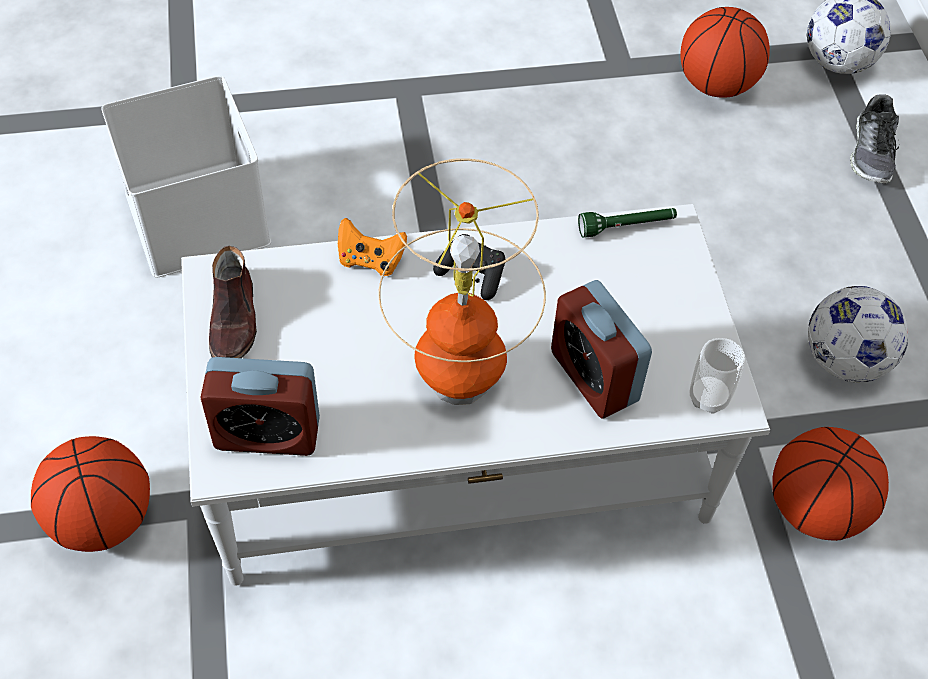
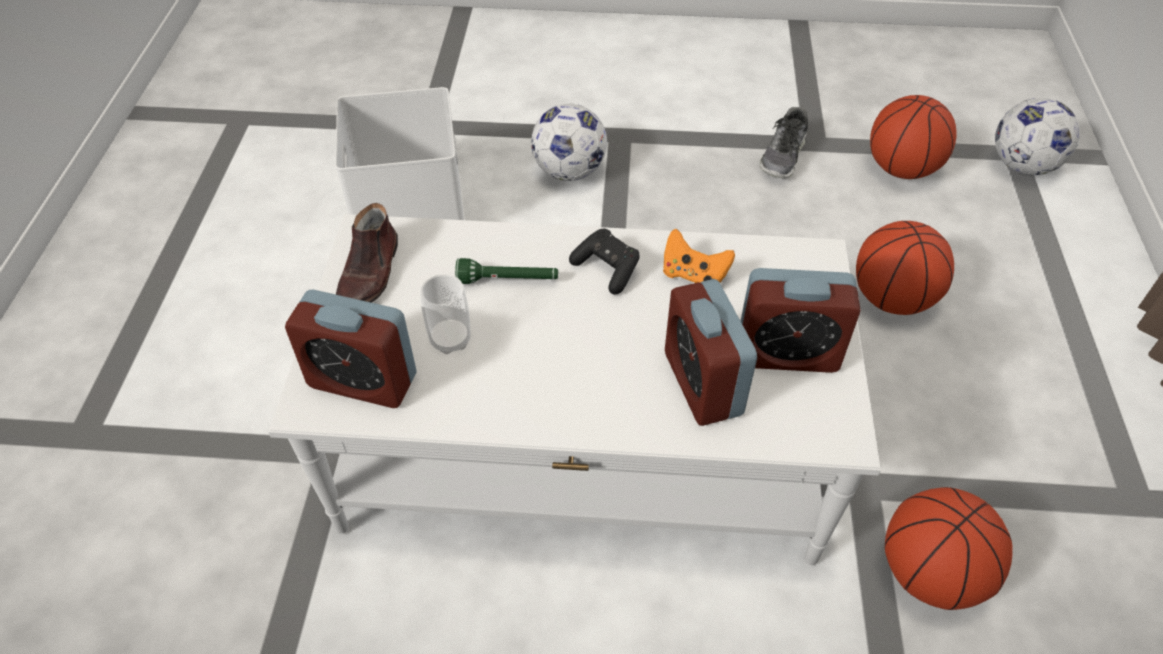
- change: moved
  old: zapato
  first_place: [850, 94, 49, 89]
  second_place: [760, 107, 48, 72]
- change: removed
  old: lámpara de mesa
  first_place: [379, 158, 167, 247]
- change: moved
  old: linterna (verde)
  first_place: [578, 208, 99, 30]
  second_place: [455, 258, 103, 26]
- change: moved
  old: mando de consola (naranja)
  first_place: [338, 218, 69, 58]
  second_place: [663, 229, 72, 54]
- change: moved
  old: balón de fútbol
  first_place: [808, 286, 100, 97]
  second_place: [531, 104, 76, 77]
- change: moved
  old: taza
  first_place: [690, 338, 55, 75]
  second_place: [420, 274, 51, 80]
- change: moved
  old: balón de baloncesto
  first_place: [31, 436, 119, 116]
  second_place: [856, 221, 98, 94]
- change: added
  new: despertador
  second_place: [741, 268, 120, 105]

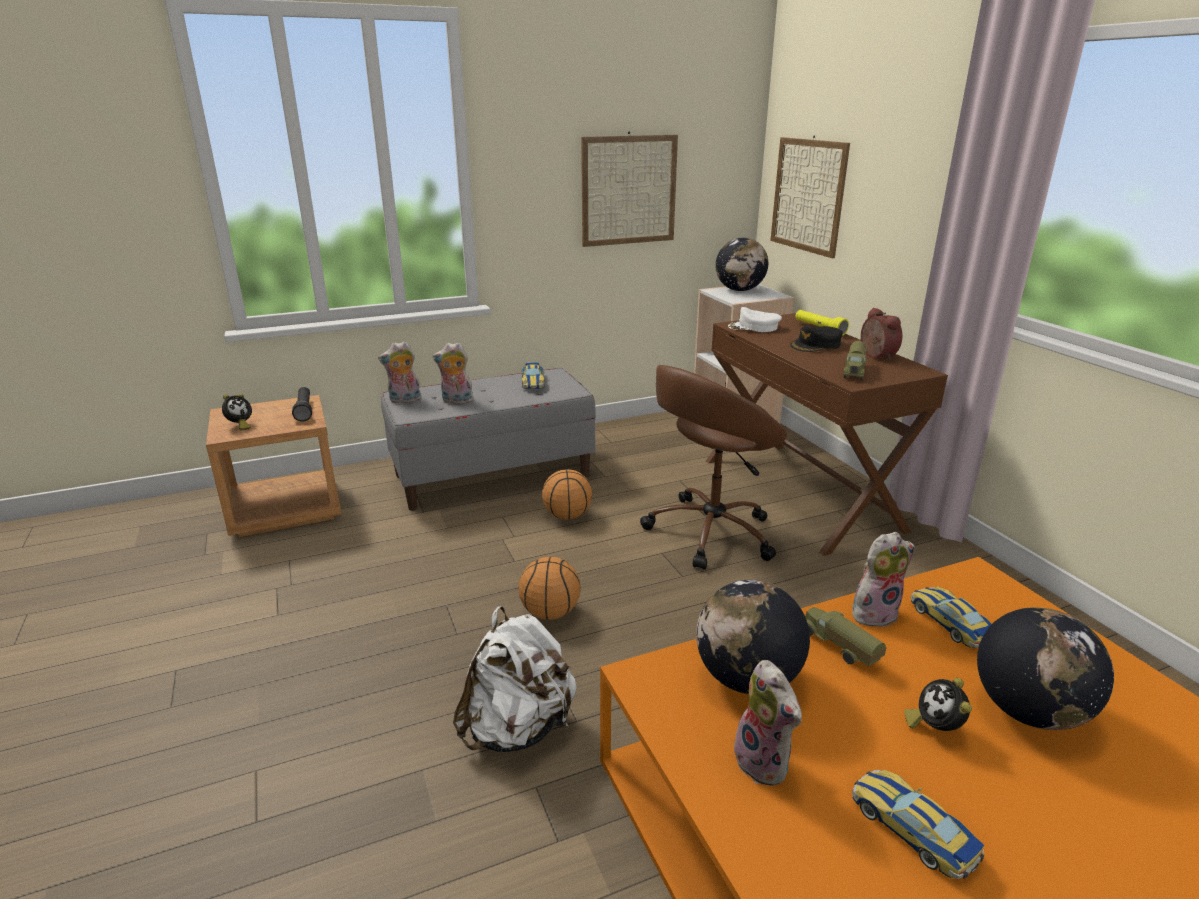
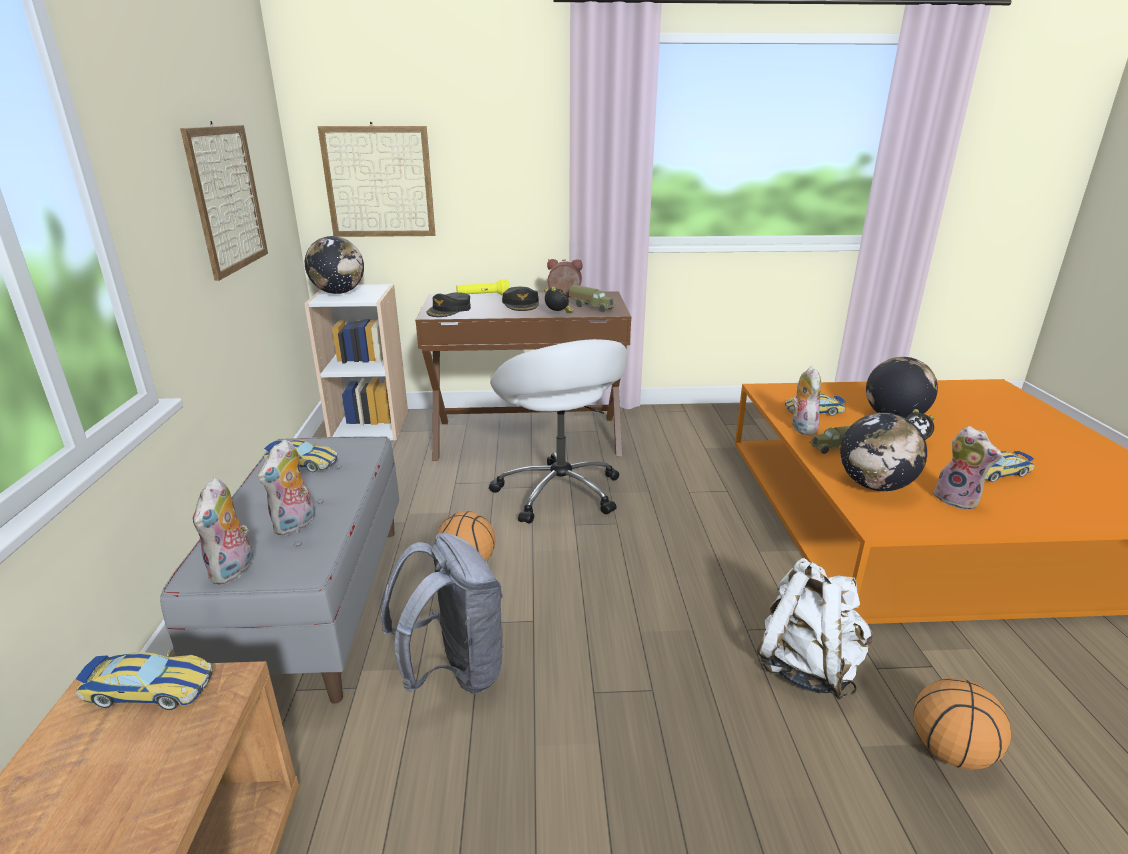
- change: recoloured
  old: gorra (blanco)
  new: gorra (negro)
  first_place: [728, 307, 54, 25]
  second_place: [426, 292, 45, 25]
- change: recoloured
  old: silla de oficina (marrón)
  new: silla de oficina (blanco)
  first_place: [640, 365, 147, 205]
  second_place: [489, 339, 138, 184]
- change: replaced
  old: linterna (negro)
  new: coche de juguete
  first_place: [292, 387, 20, 34]
  second_place: [76, 650, 136, 60]
- change: moved
  old: despertador
  first_place: [222, 394, 30, 36]
  second_place: [544, 286, 30, 27]
- change: moved
  old: balón de baloncesto
  first_place: [519, 557, 62, 63]
  second_place: [913, 678, 98, 92]
- change: turned
  old: peluche
  first_place: [734, 660, 68, 126]
  second_place: [934, 426, 68, 84]
  degrees: 60
- change: added
  new: mochila (gris)
  second_place: [381, 532, 123, 162]

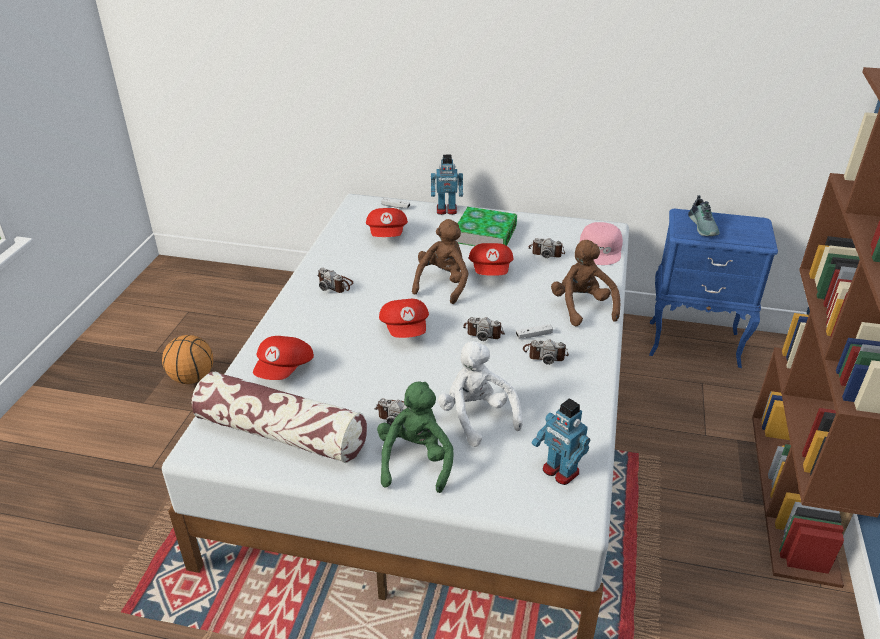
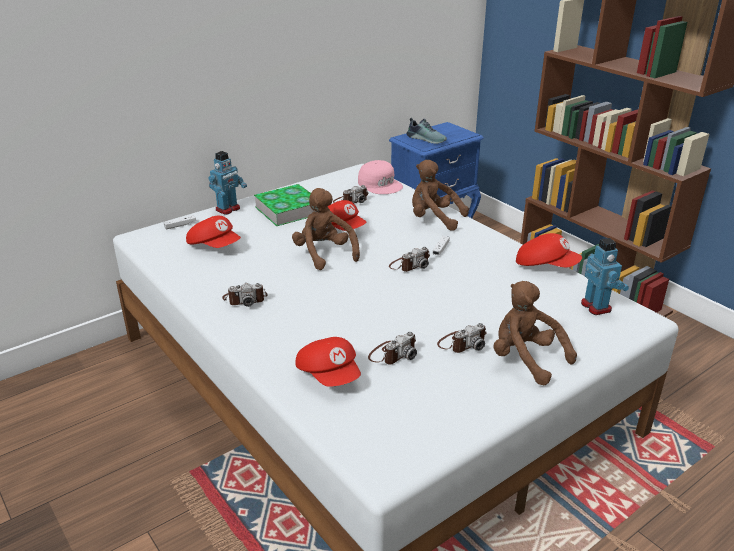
- change: moved
  old: gorra (rojo)
  first_place: [379, 299, 50, 39]
  second_place: [516, 233, 66, 34]
- change: removed
  old: balón de baloncesto
  first_place: [162, 335, 51, 49]
- change: moved
  old: cámara
  first_place: [523, 339, 46, 26]
  second_place: [368, 331, 49, 34]
- change: removed
  old: peluche (blanco)
  first_place: [438, 341, 85, 106]
- change: removed
  old: cojín
  first_place: [192, 372, 175, 91]
- change: recoloured
  old: peluche (verde)
  new: peluche (marrón)
  first_place: [377, 382, 77, 111]
  second_place: [493, 281, 84, 104]
- change: turned
  old: robot de juguete
  first_place: [532, 398, 58, 87]
  second_place: [581, 238, 48, 77]
  degrees: -105

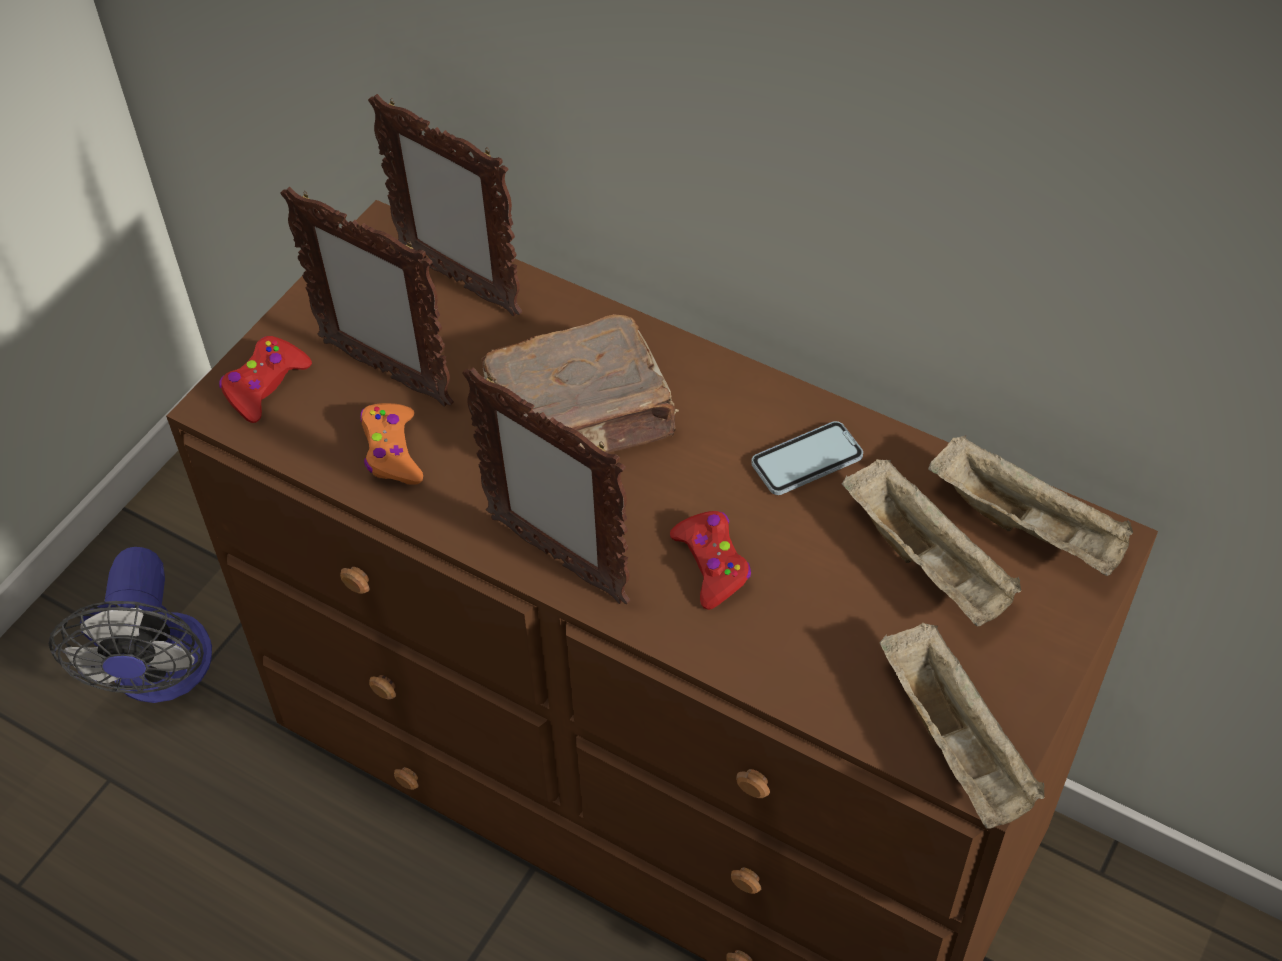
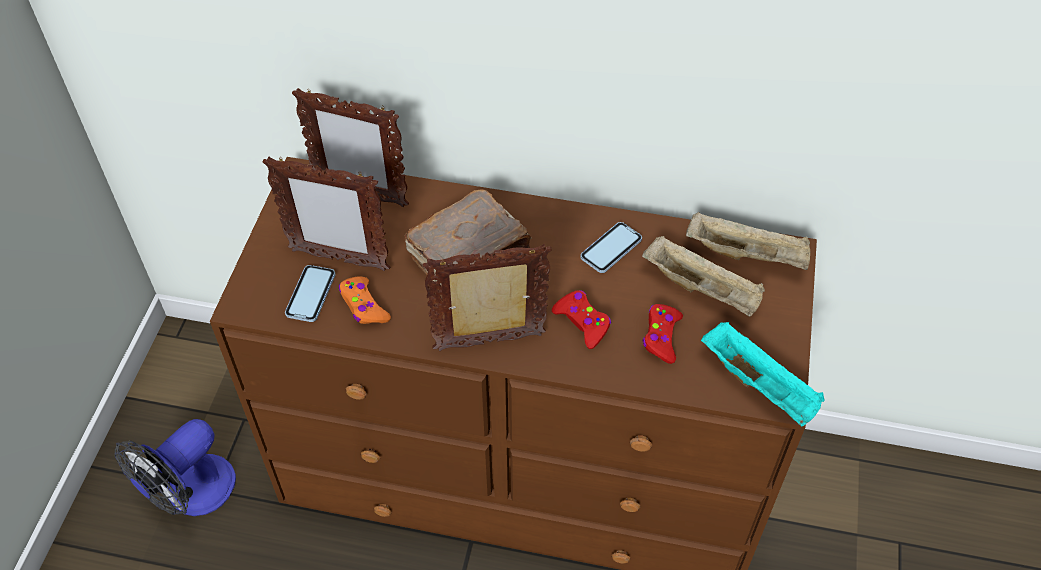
- change: moved
  old: mando de consola (rojo)
  first_place: [219, 336, 93, 87]
  second_place: [643, 304, 40, 60]
- change: turned
  old: portarretratos
  first_place: [462, 368, 168, 236]
  second_place: [423, 244, 129, 107]
  degrees: 150
- change: turned
  old: ventilador
  first_place: [49, 547, 163, 156]
  second_place: [114, 419, 122, 97]
  degrees: 60
- change: recoloured
  old: bandeja (beis)
  new: bandeja (turquesa)
  first_place: [880, 623, 165, 206]
  second_place: [701, 322, 124, 104]
- change: added
  new: móvil
  second_place: [285, 265, 51, 57]

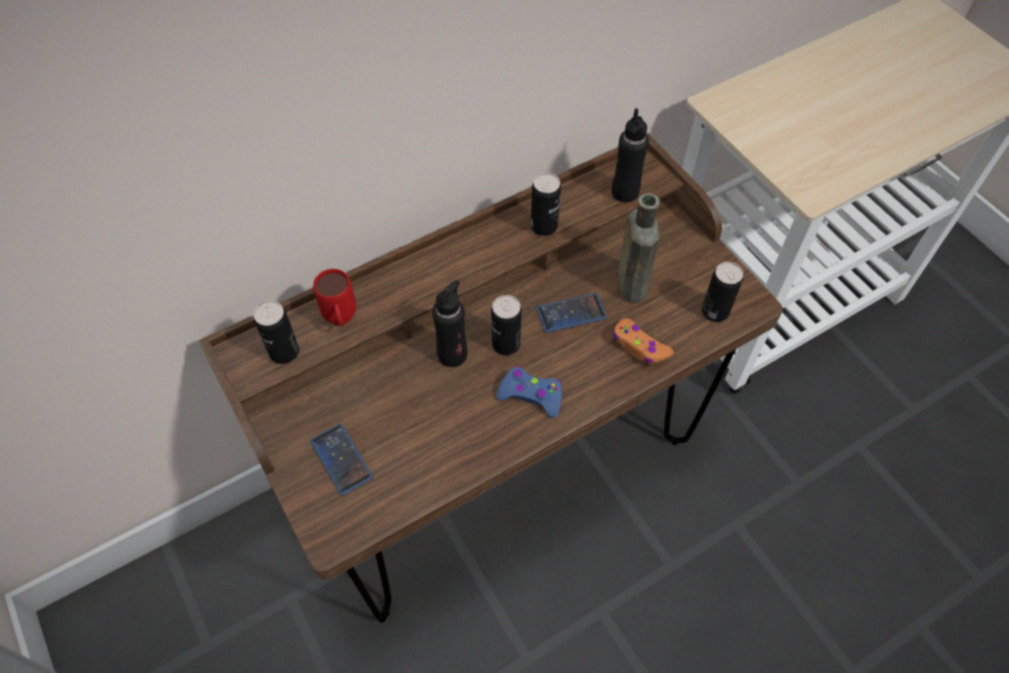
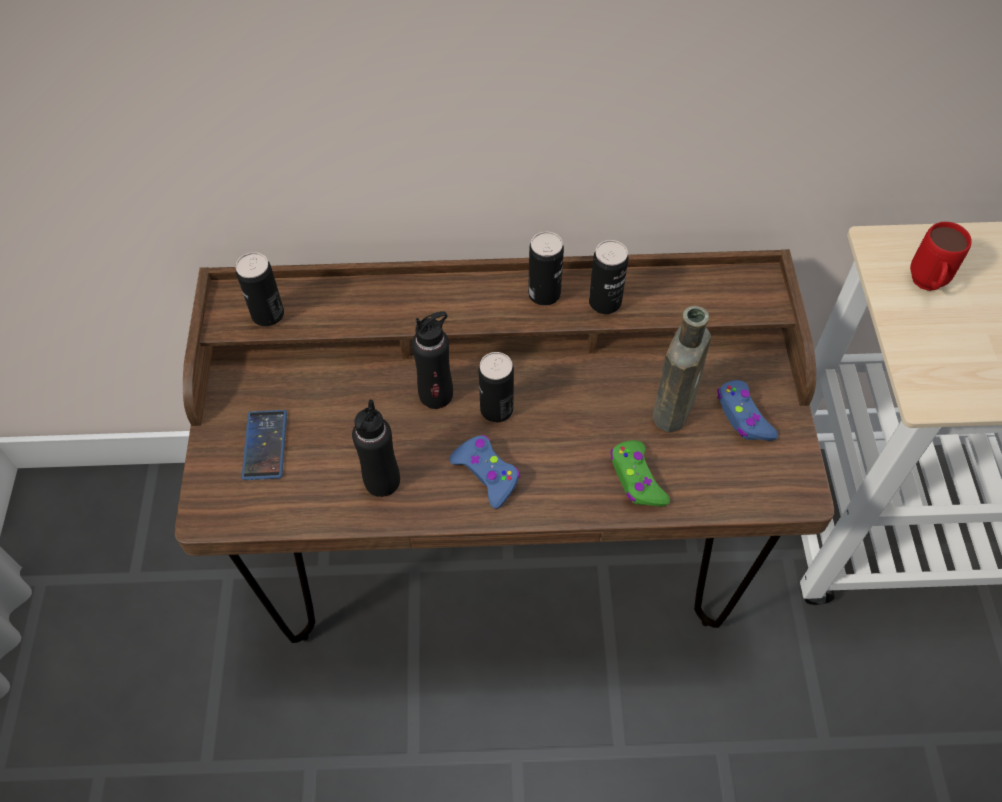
- change: moved
  old: botella (negro)
  first_place: [612, 108, 37, 95]
  second_place: [352, 399, 48, 98]
- change: moved
  old: lata
  first_place: [702, 262, 41, 60]
  second_place: [528, 231, 36, 75]
- change: moved
  old: taza grande (rojo)
  first_place: [313, 269, 43, 58]
  second_place: [910, 222, 62, 69]
- change: removed
  old: móvil
  first_place: [536, 293, 71, 40]
- change: recoloured
  old: mando de consola (naranja)
  new: mando de consola (verde)
  first_place: [613, 318, 61, 46]
  second_place: [610, 440, 60, 67]
- change: added
  new: mando de consola (azul)
  second_place: [717, 380, 61, 61]

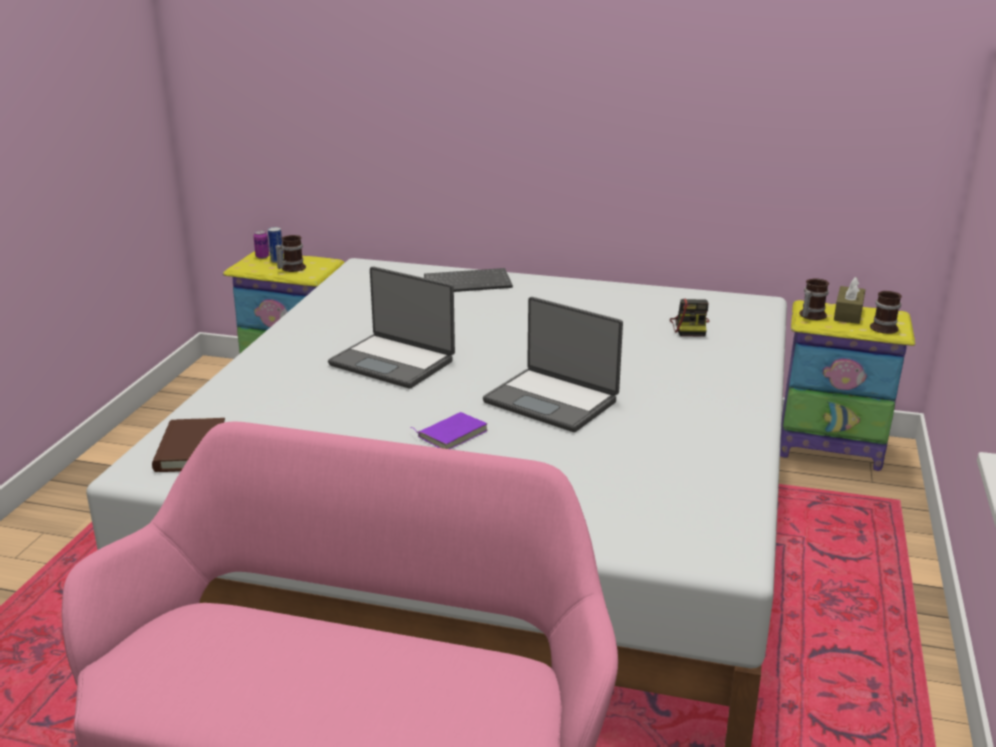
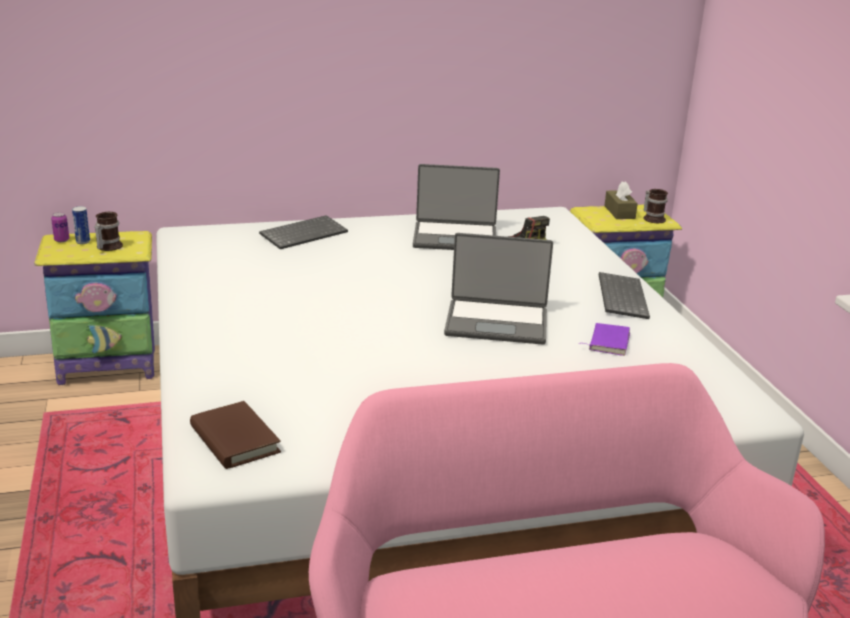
- change: moved
  old: portátil
  first_place: [328, 266, 127, 122]
  second_place: [413, 164, 87, 86]
- change: removed
  old: taza grande
  first_place: [799, 279, 30, 41]
- change: moved
  old: libro (morado)
  first_place: [410, 412, 78, 37]
  second_place: [578, 323, 52, 33]
- change: added
  new: teclado
  second_place: [599, 272, 51, 47]

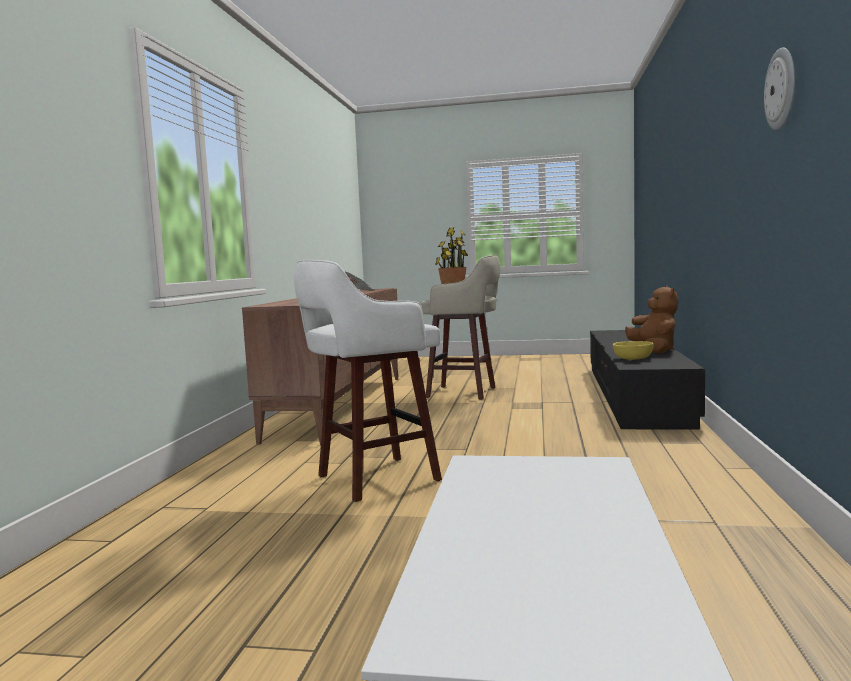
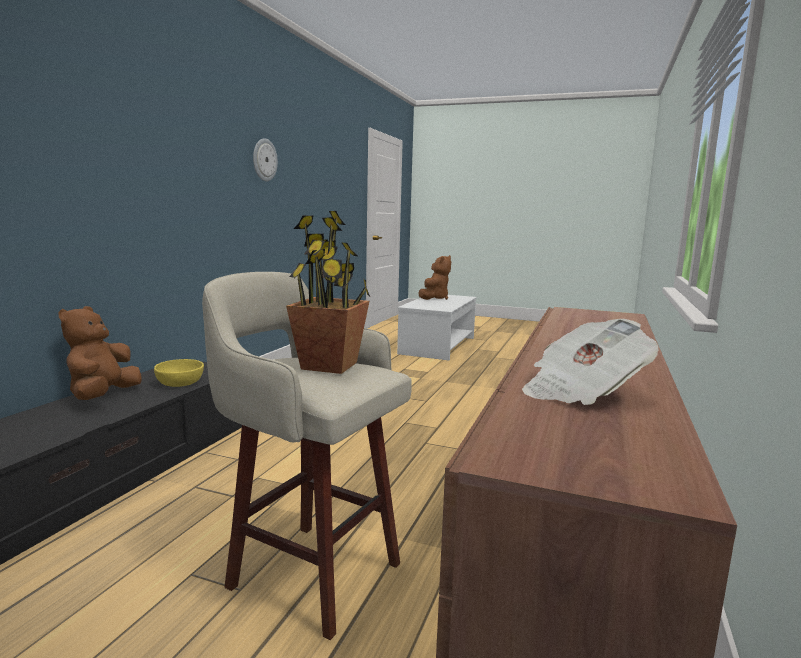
- change: removed
  old: taburete (blanco)
  first_place: [294, 260, 148, 242]
- change: added
  new: peluche (marrón)
  second_place: [419, 255, 32, 45]

